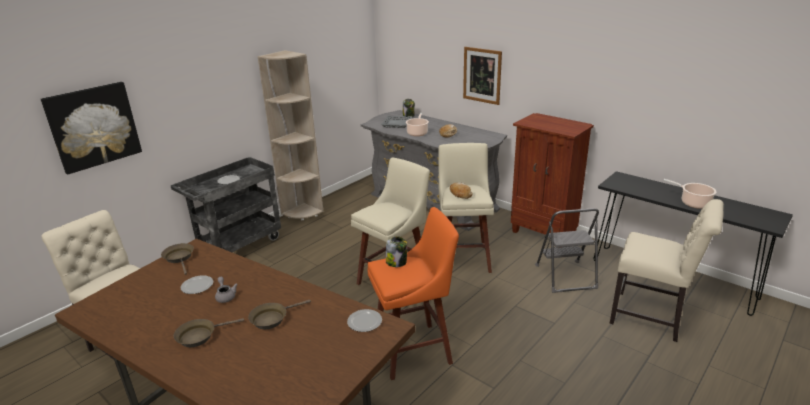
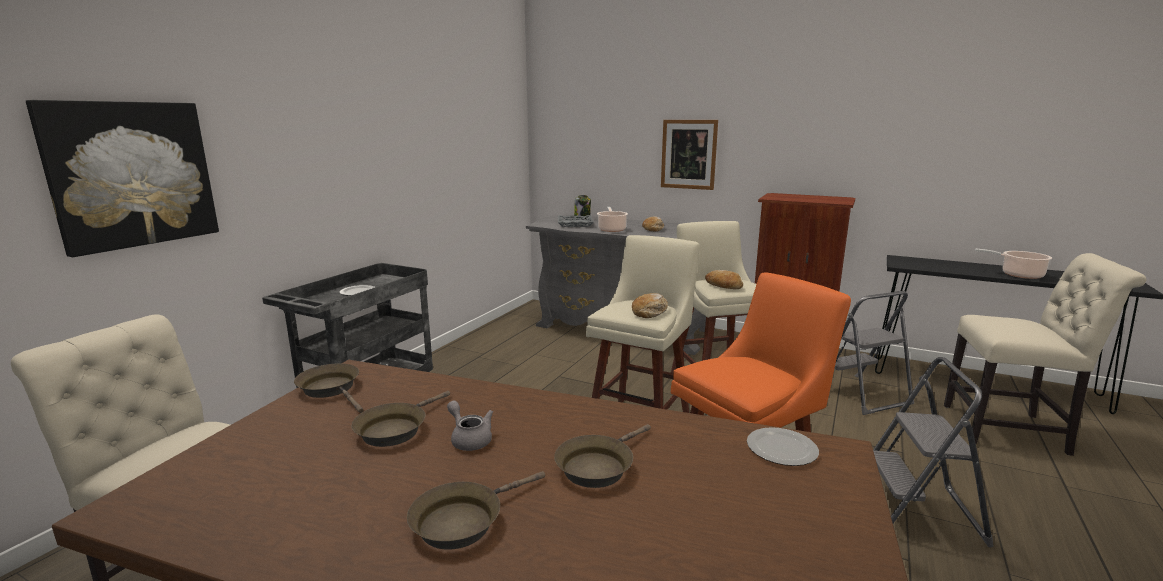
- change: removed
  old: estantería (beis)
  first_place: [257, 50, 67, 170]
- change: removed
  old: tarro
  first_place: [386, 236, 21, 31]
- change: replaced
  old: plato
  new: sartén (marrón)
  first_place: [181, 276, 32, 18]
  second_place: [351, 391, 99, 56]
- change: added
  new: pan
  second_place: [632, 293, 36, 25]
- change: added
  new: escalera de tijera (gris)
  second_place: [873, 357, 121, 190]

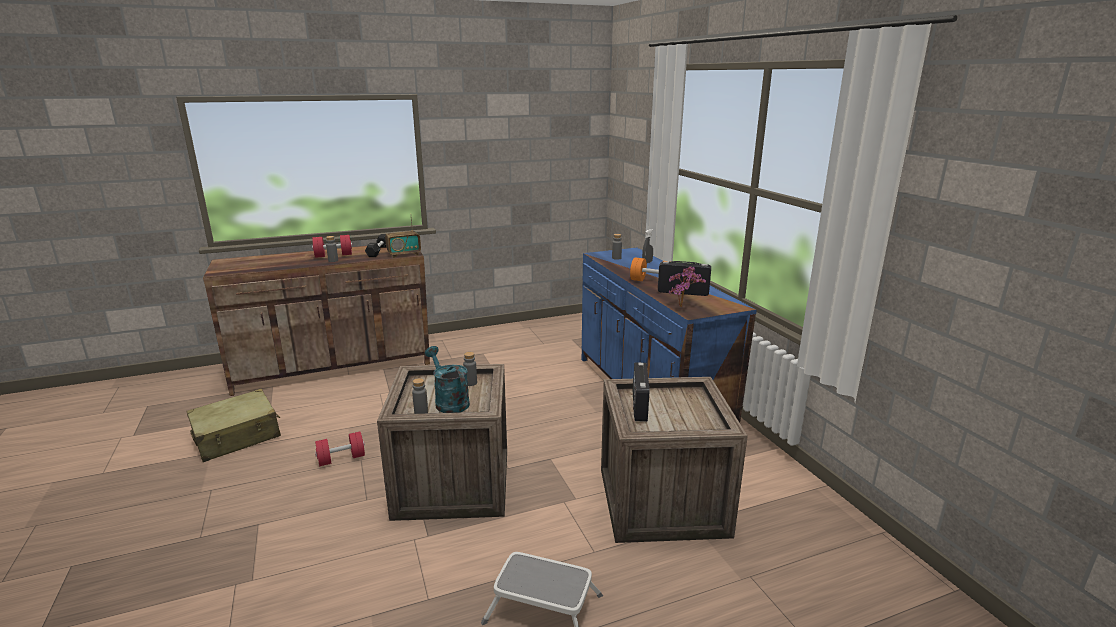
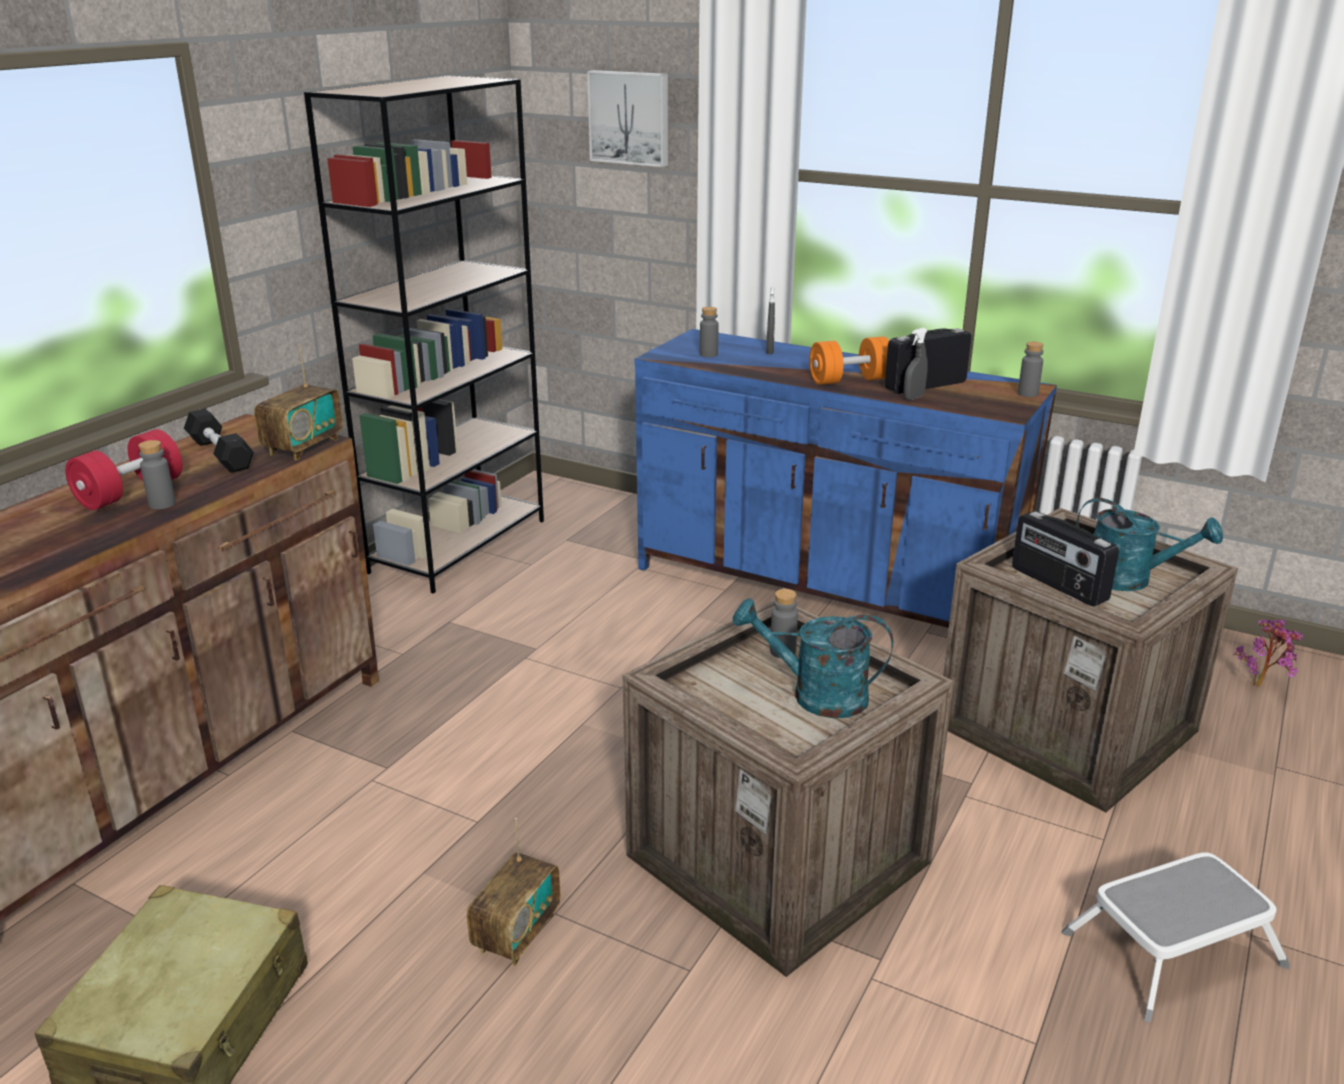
- change: moved
  old: planta en maceta
  first_place: [669, 266, 37, 41]
  second_place: [1233, 619, 71, 68]
- change: moved
  old: botella (gris)
  first_place: [412, 378, 16, 36]
  second_place: [1018, 342, 26, 55]
- change: replaced
  old: mancuerna (rojo)
  new: radio
  first_place: [315, 431, 50, 35]
  second_place: [467, 818, 93, 148]
- change: added
  new: cuadro
  second_place: [587, 70, 81, 97]
- change: added
  new: estantería (beis)
  second_place: [304, 75, 240, 519]
- change: added
  new: pulverizador (gris)
  second_place: [903, 328, 25, 72]
- change: added
  new: regadera (turquesa)
  second_place: [1076, 498, 147, 93]

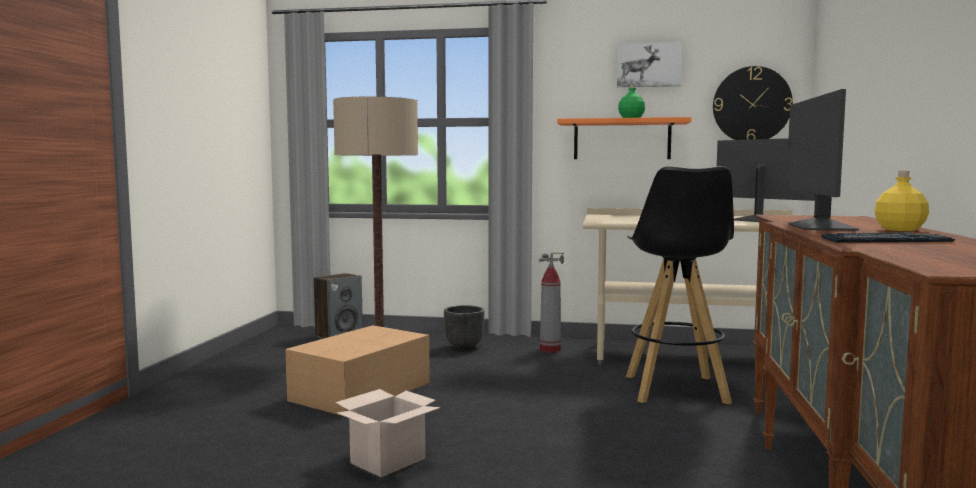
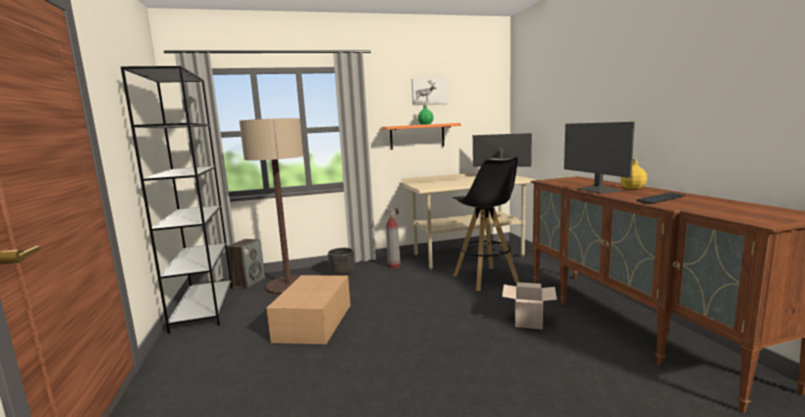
- change: removed
  old: reloj de pared
  first_place: [713, 66, 80, 74]
- change: moved
  old: caja de cartón
  first_place: [335, 389, 105, 88]
  second_place: [502, 282, 55, 47]
- change: added
  new: estantería (gris)
  second_place: [120, 66, 113, 268]

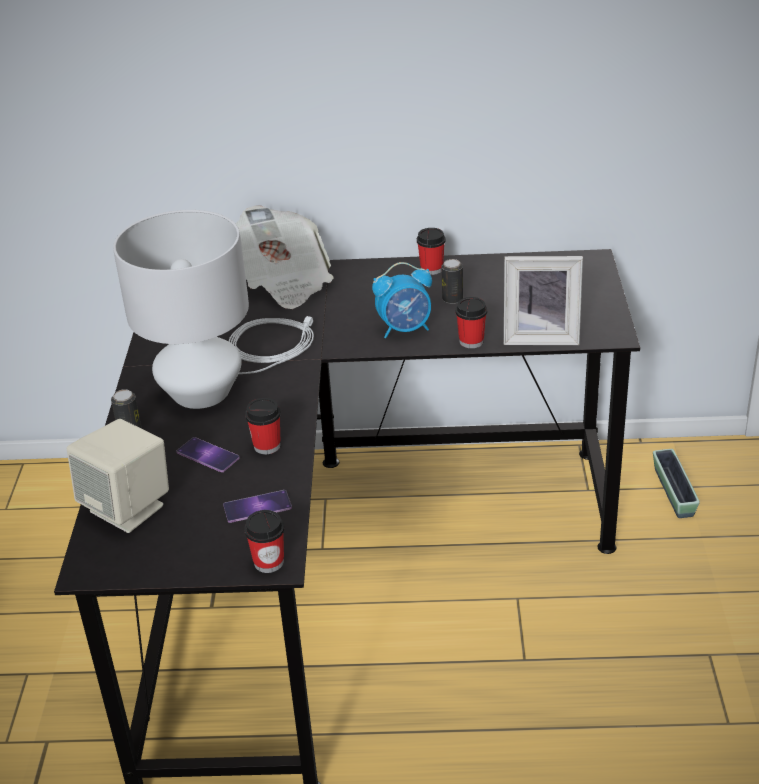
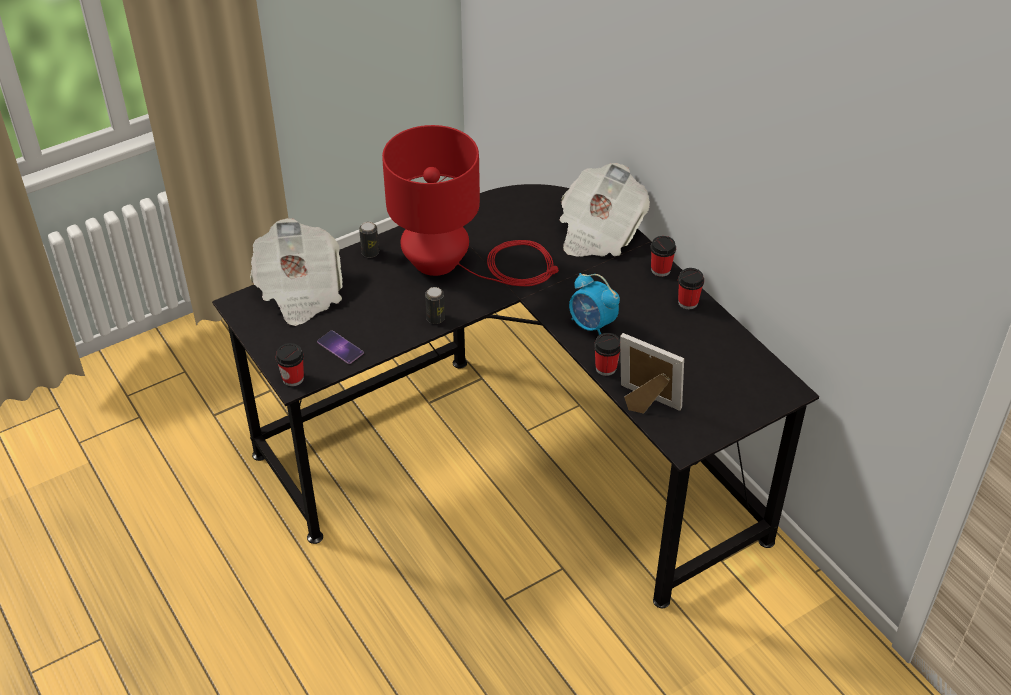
- change: recoloured
  old: lámpara de mesa (blanco)
  new: lámpara de mesa (rojo)
  first_place: [113, 210, 201, 199]
  second_place: [382, 125, 177, 161]
- change: turned
  old: portarretratos
  first_place: [504, 256, 79, 89]
  second_place: [620, 333, 64, 81]
  degrees: 150
- change: moved
  old: lata
  first_place: [442, 259, 21, 45]
  second_place: [425, 287, 20, 37]
- change: moved
  old: taza
  first_place: [245, 398, 36, 56]
  second_place: [650, 236, 26, 41]
- change: replaced
  old: altavoz (beis)
  new: periódico
  first_place: [67, 419, 102, 114]
  second_place: [250, 218, 93, 108]
- change: removed
  old: móvil
  first_place: [177, 437, 62, 35]
- change: removed
  old: maceta
  first_place: [653, 449, 47, 69]

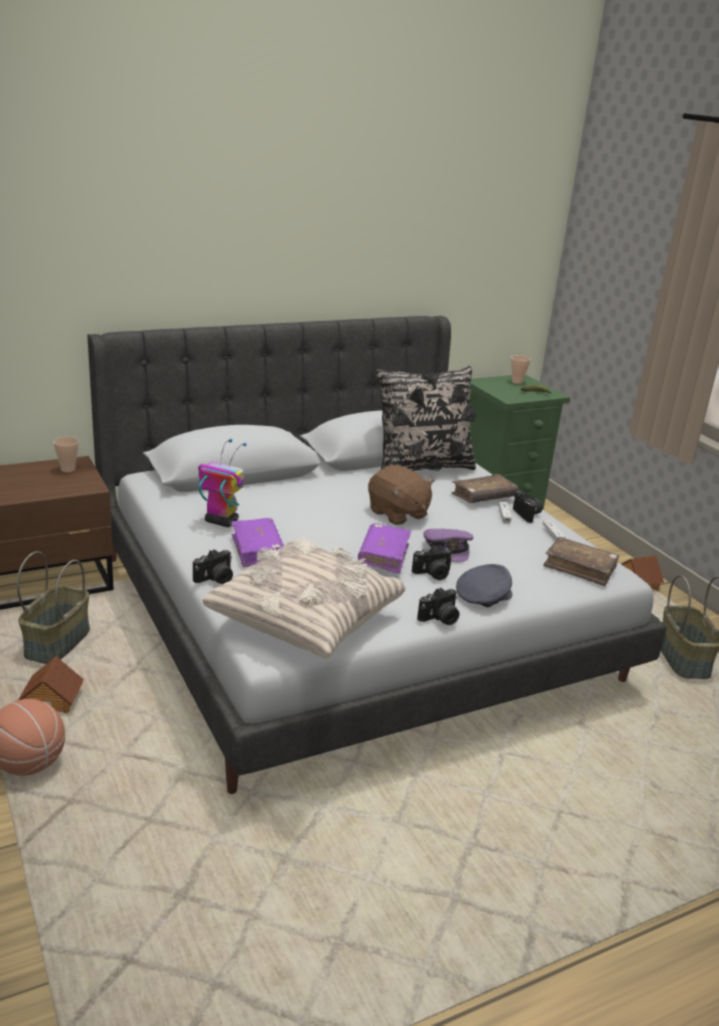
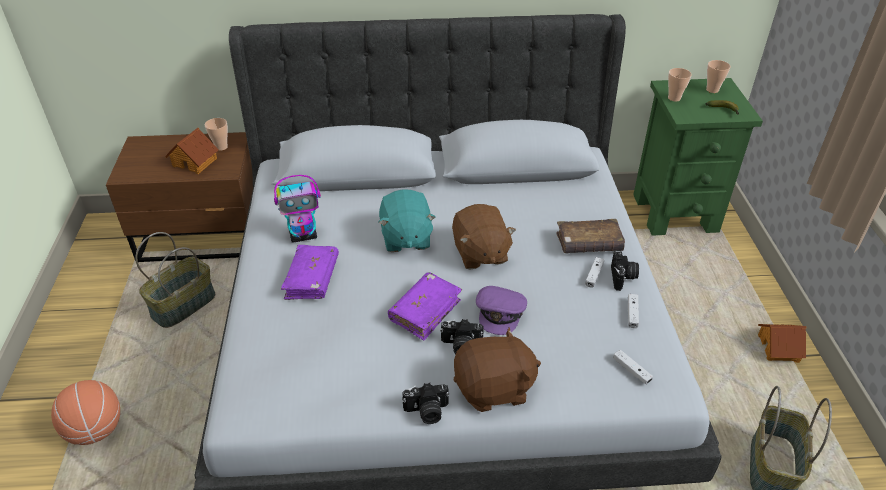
- change: removed
  old: cojín (negro)
  first_place: [376, 366, 101, 105]
- change: turned
  old: robot de juguete
  first_place: [198, 439, 48, 88]
  second_place: [274, 175, 47, 68]
  degrees: 120
- change: removed
  old: cojín (beis)
  first_place: [203, 535, 203, 124]
- change: replaced
  old: libro (marrón)
  new: mando de consola (blanco)
  first_place: [543, 537, 76, 49]
  second_place: [613, 350, 40, 34]
- change: removed
  old: cámara
  first_place: [193, 549, 40, 35]
- change: replaced
  old: gorra (gris)
  new: peluche (marrón)
  first_place: [456, 564, 56, 43]
  second_place: [454, 328, 87, 84]
- change: moved
  old: casita
  first_place: [18, 656, 66, 57]
  second_place: [165, 128, 54, 46]
- change: added
  new: taza
  second_place: [668, 68, 24, 34]
- change: added
  new: peluche (turquesa)
  second_place: [379, 189, 57, 63]

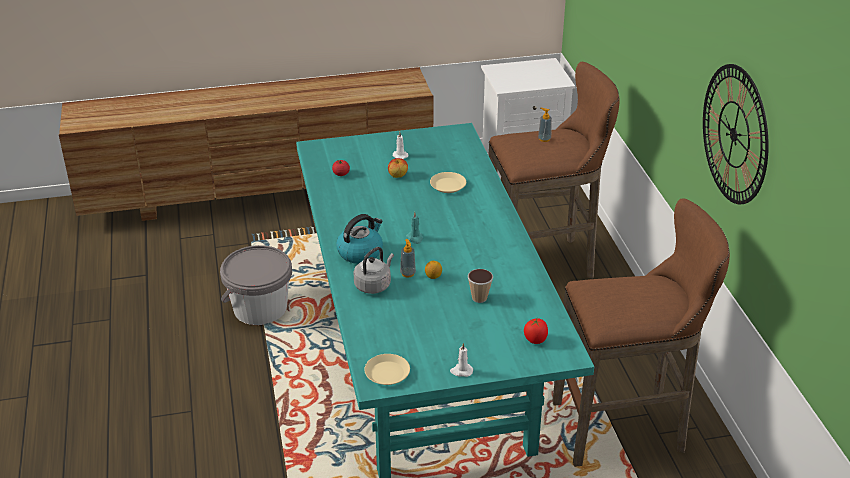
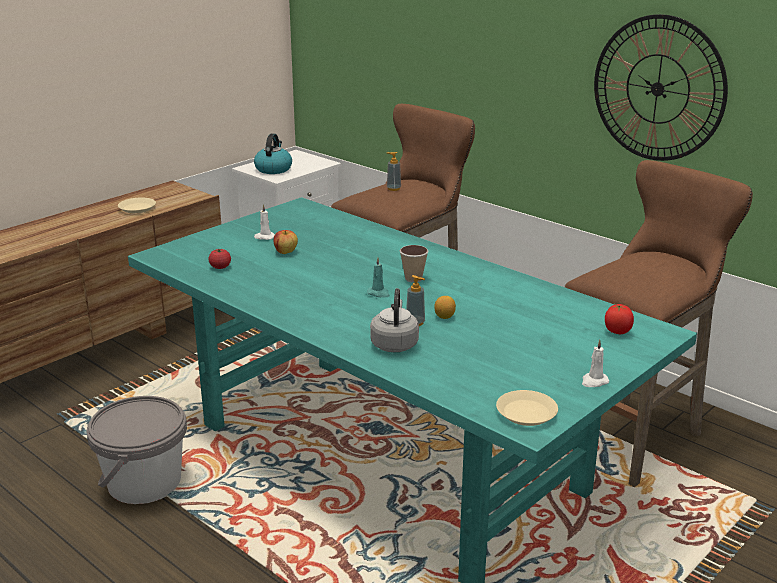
- change: moved
  old: plato (beis)
  first_place: [430, 172, 36, 21]
  second_place: [118, 197, 38, 16]
- change: moved
  old: hervidor
  first_place: [336, 214, 47, 50]
  second_place: [254, 134, 38, 40]
- change: moved
  old: taza
  first_place: [468, 269, 25, 34]
  second_place: [400, 245, 28, 38]

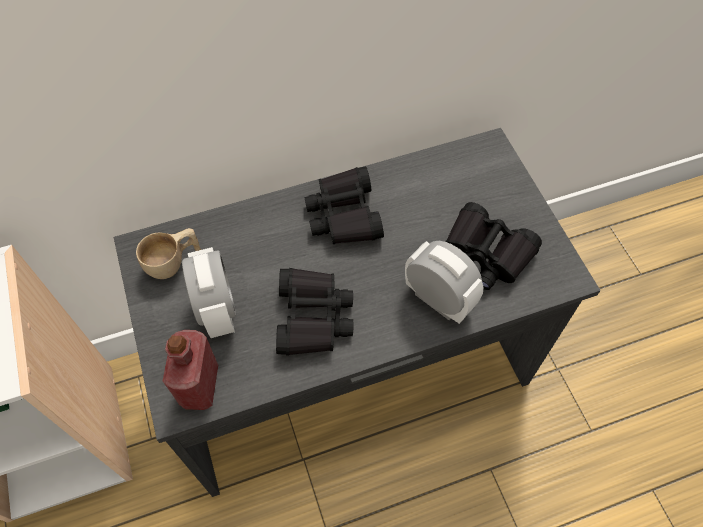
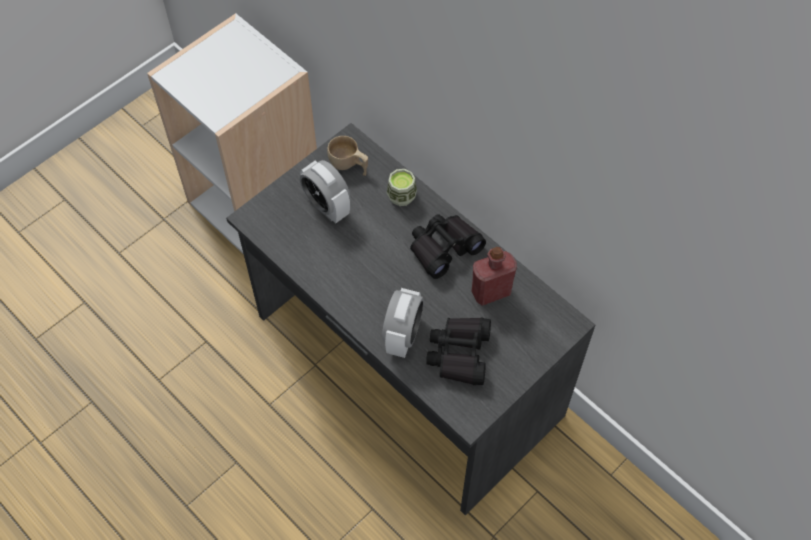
- change: turned
  old: despertador
  first_place: [182, 247, 54, 91]
  second_place: [300, 160, 50, 63]
  degrees: 90
- change: removed
  old: prismáticos (negro)
  first_place: [276, 268, 78, 88]
- change: moved
  old: botella (rojo)
  first_place: [163, 330, 55, 80]
  second_place: [472, 247, 45, 59]
- change: added
  new: taza
  second_place: [387, 169, 30, 37]

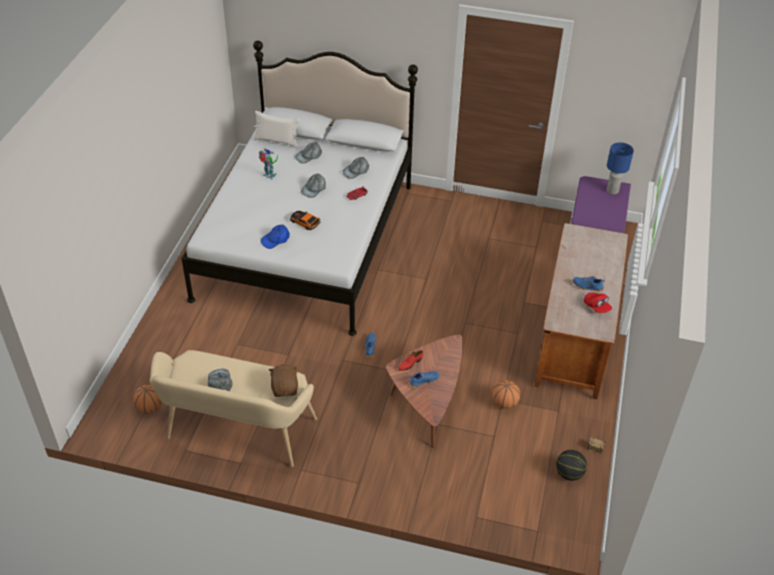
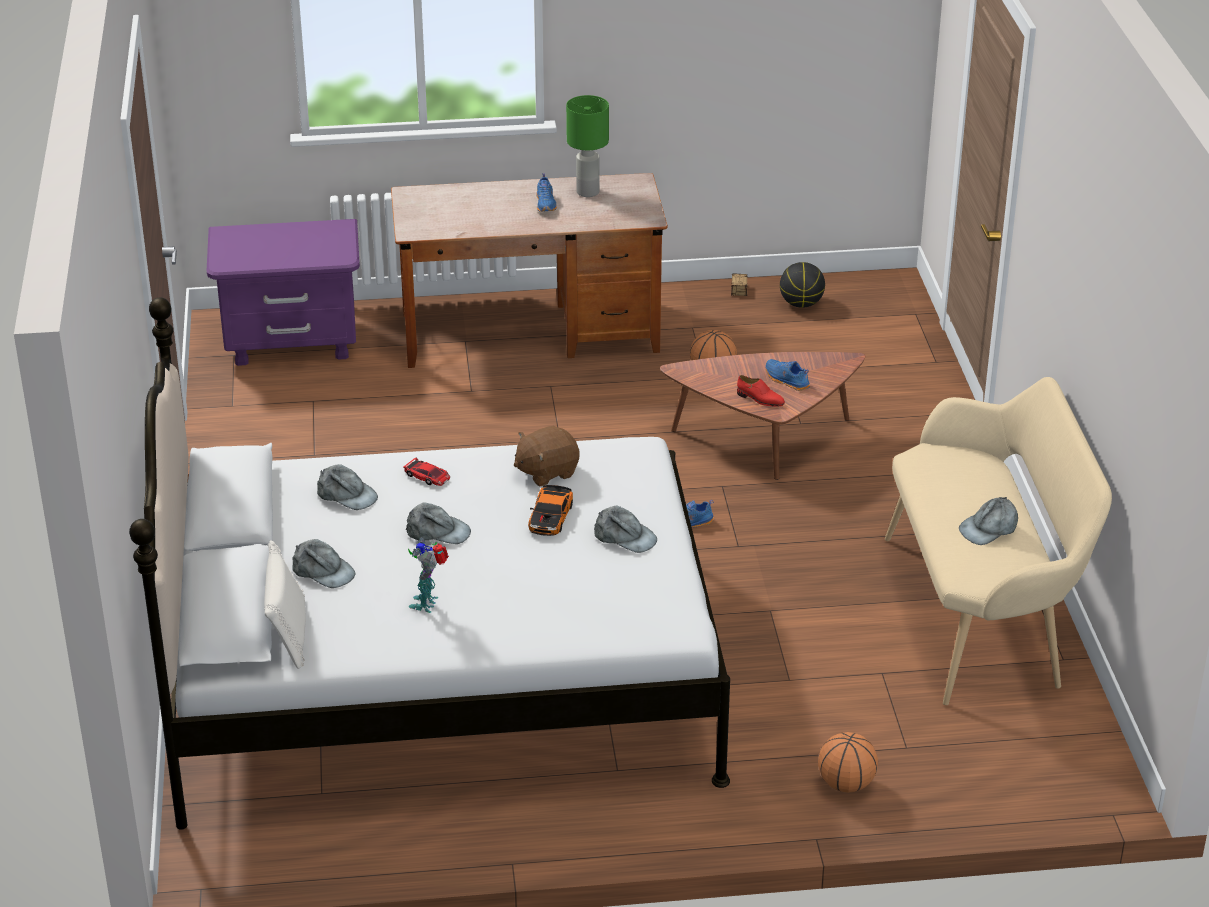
- change: removed
  old: lámpara de mesa (azul)
  first_place: [607, 142, 27, 52]
- change: recoloured
  old: gorra (azul)
  new: gorra (gris)
  first_place: [261, 224, 29, 25]
  second_place: [594, 506, 63, 47]
- change: replaced
  old: gorra (rojo)
  new: lámpara de mesa (verde)
  first_place: [584, 292, 28, 21]
  second_place: [566, 95, 43, 102]
- change: moved
  old: peluche (marrón)
  first_place: [268, 364, 30, 33]
  second_place: [514, 426, 65, 60]
- change: moved
  old: balón de baloncesto
  first_place: [133, 385, 29, 28]
  second_place: [818, 732, 60, 61]

